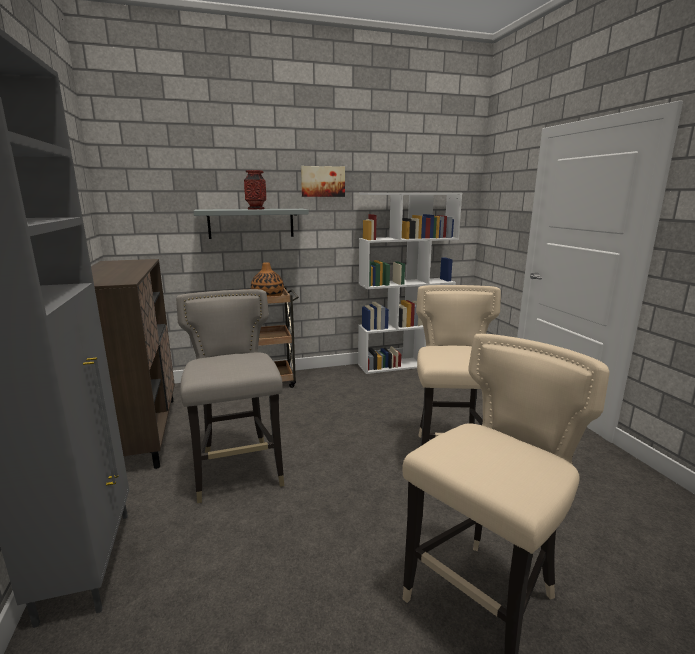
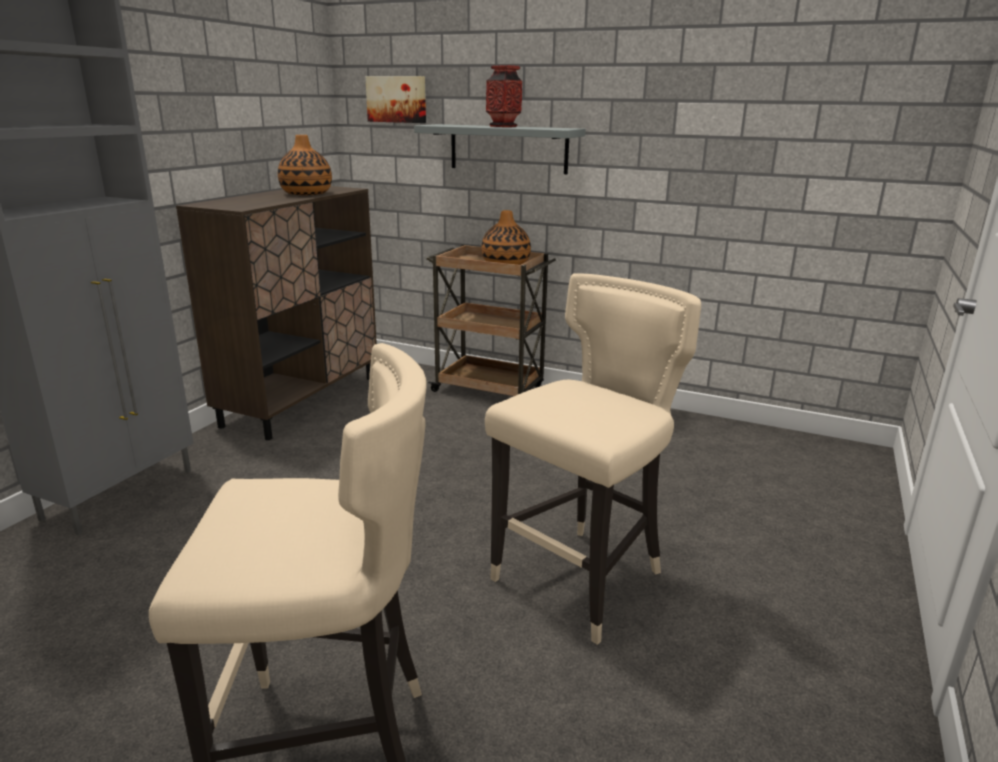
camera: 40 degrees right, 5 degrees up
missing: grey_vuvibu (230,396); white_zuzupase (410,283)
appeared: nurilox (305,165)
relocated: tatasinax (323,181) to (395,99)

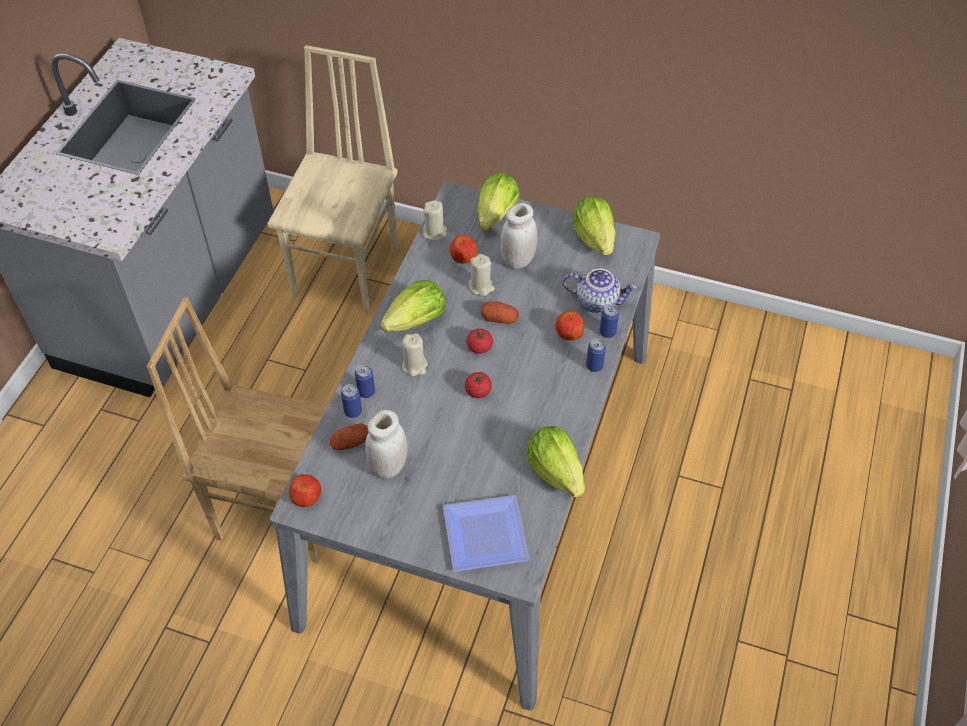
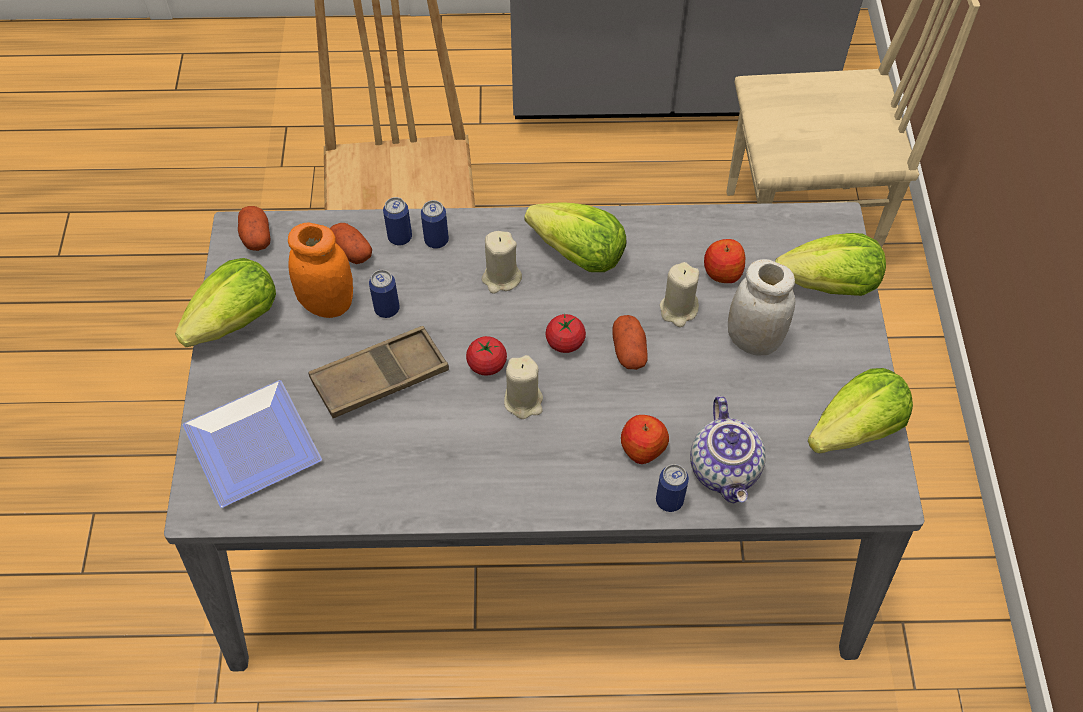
camera: 70 degrees right, 5 degrees up
appeared: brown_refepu (378,372)
relocated: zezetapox (556,462) to (225,302); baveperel (596,355) to (384,294); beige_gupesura (435,220) to (523,387)
exchanged: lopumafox (305,490) to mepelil (254,228)
colour: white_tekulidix (386,444) to orange_tekulidix (320,270)

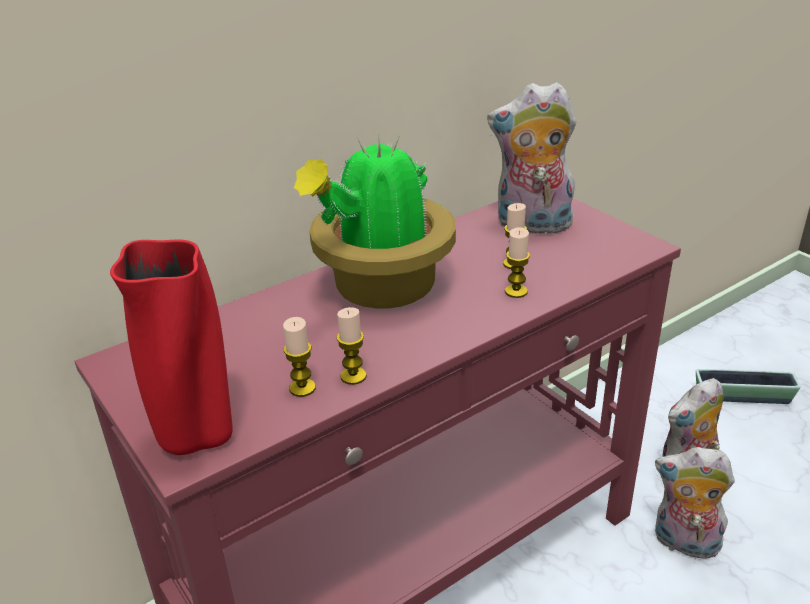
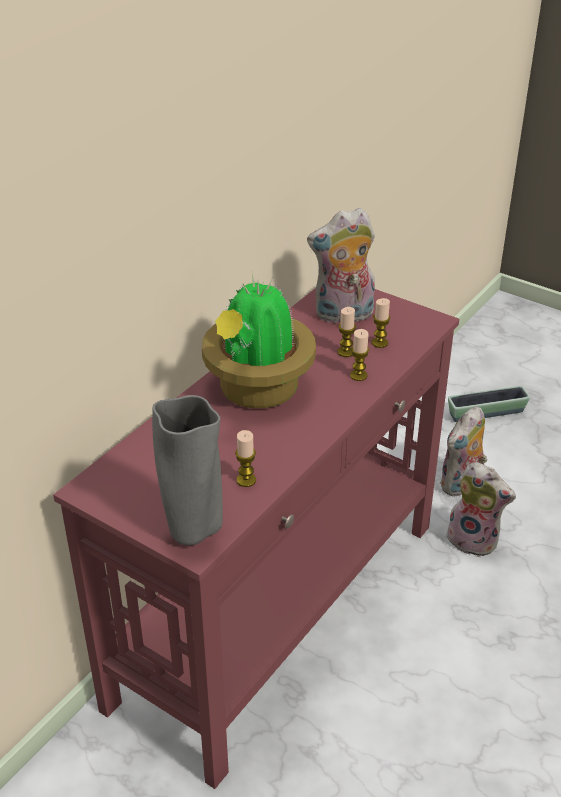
camera: 20 degrees left, 5 degrees up
relocated: gupesura (352,346) to (380,323)
colour: red_nurilox (171,347) to grey_nurilox (187,470)
spun: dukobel (695,503) = (481,509) 150 degrees counterclockwise

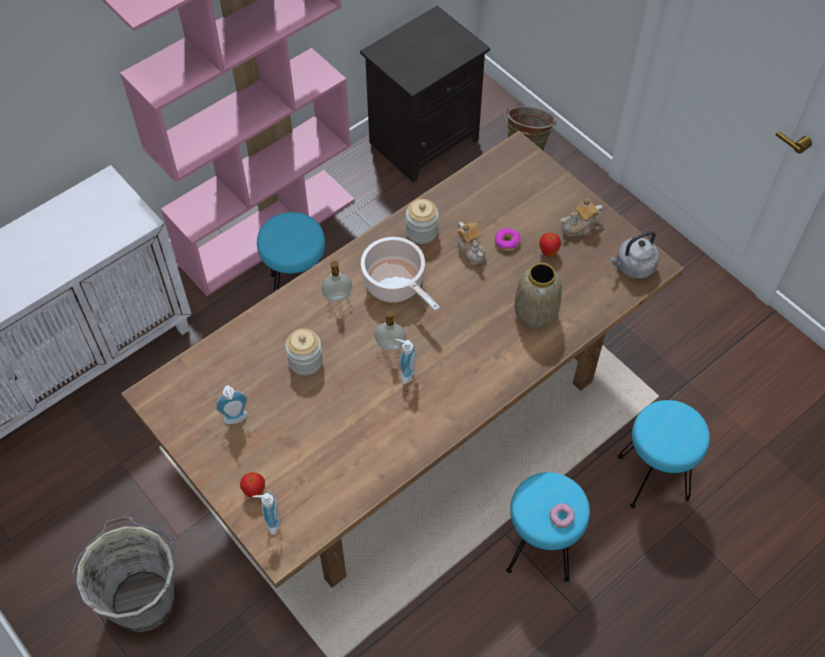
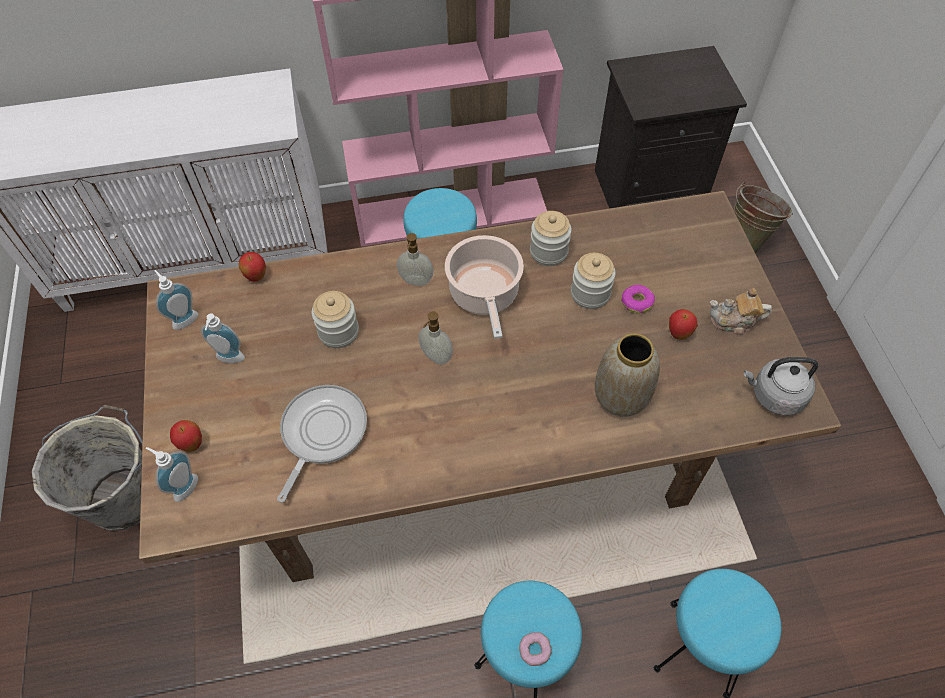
camera: 30 degrees right, 0 degrees up
appeared: lopumafox (252,267); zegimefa (322,444)
relocated: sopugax (405,361) to (176,300)
exchanged: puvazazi (471,243) to tekulidix (593,281)

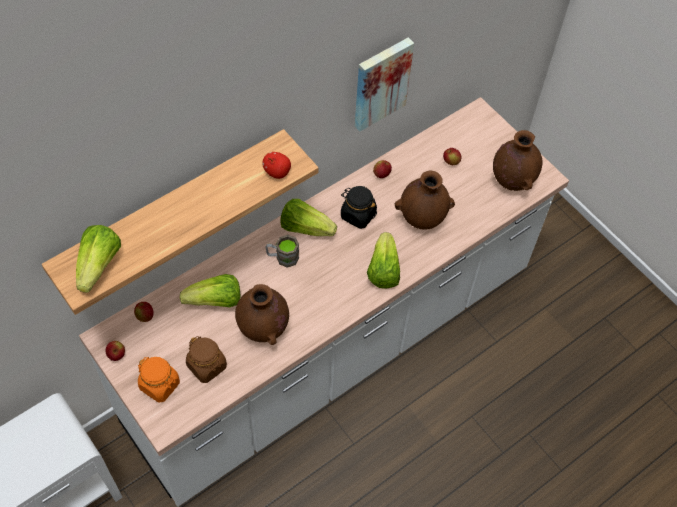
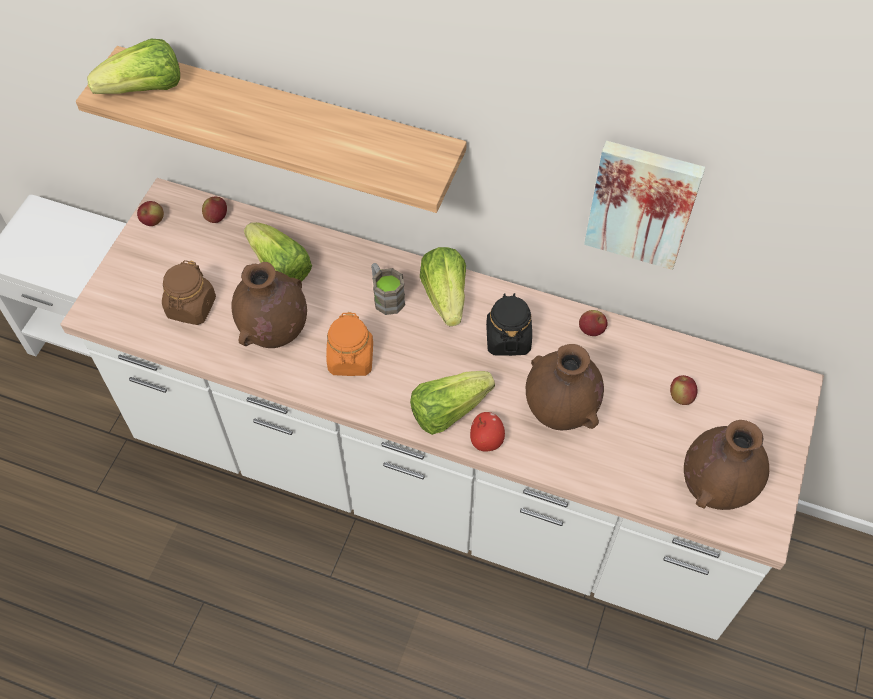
camera: 60 degrees right, 0 degrees up
relocated: orange_tekulidix (159,380) to (349,344); lopumafox (276,165) to (487,432)

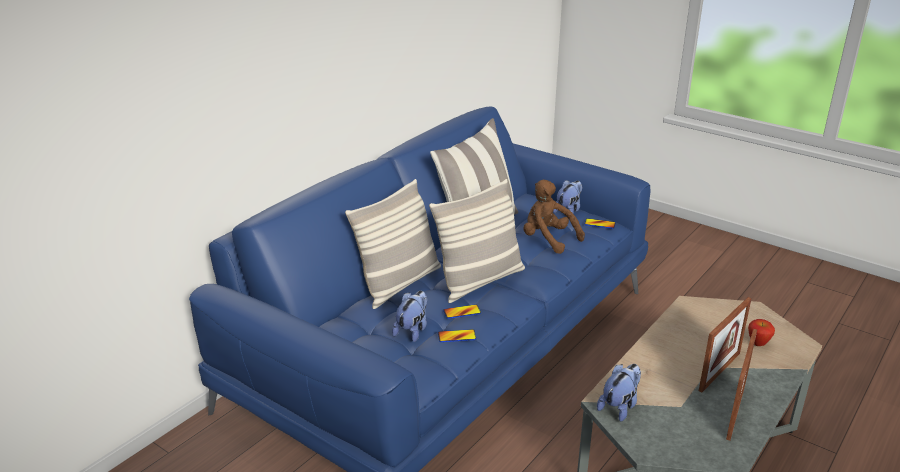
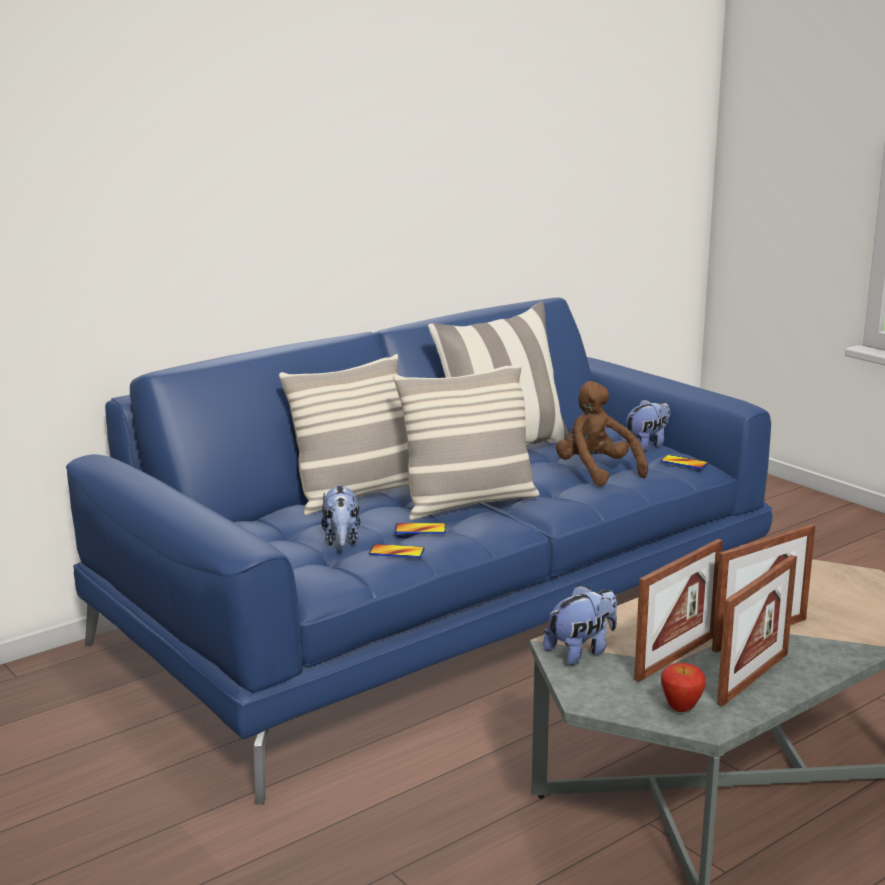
camera: 15 degrees right, 10 degrees down
appeared: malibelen (678,610)
relocated: lopumafox (761,332) to (683,687)
spun: dukobel (409,316) = (340,515) 135 degrees clockwise

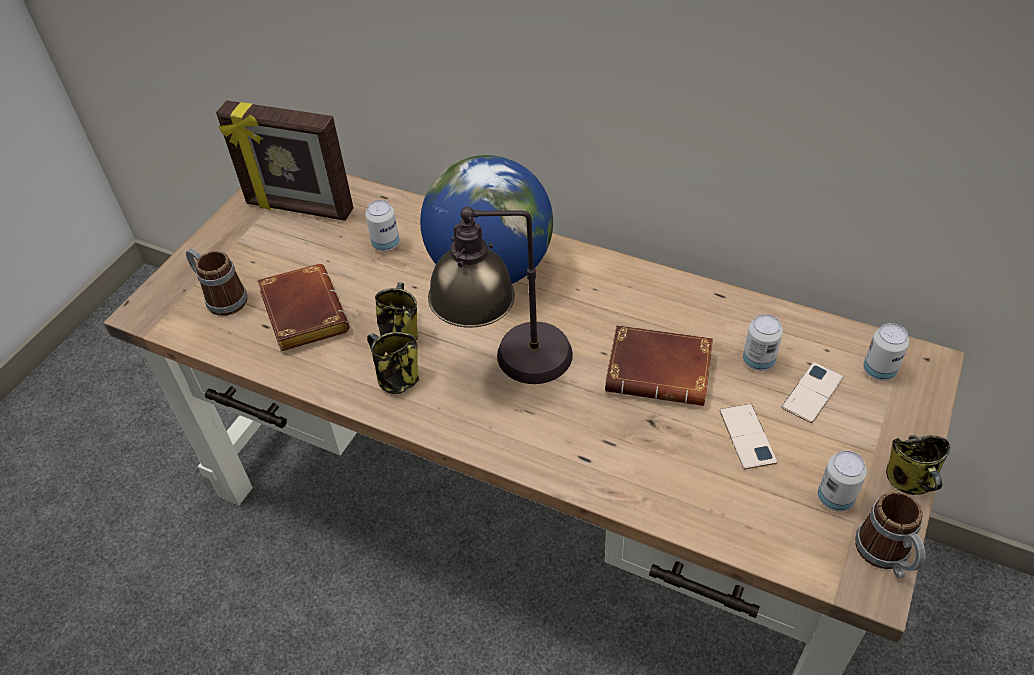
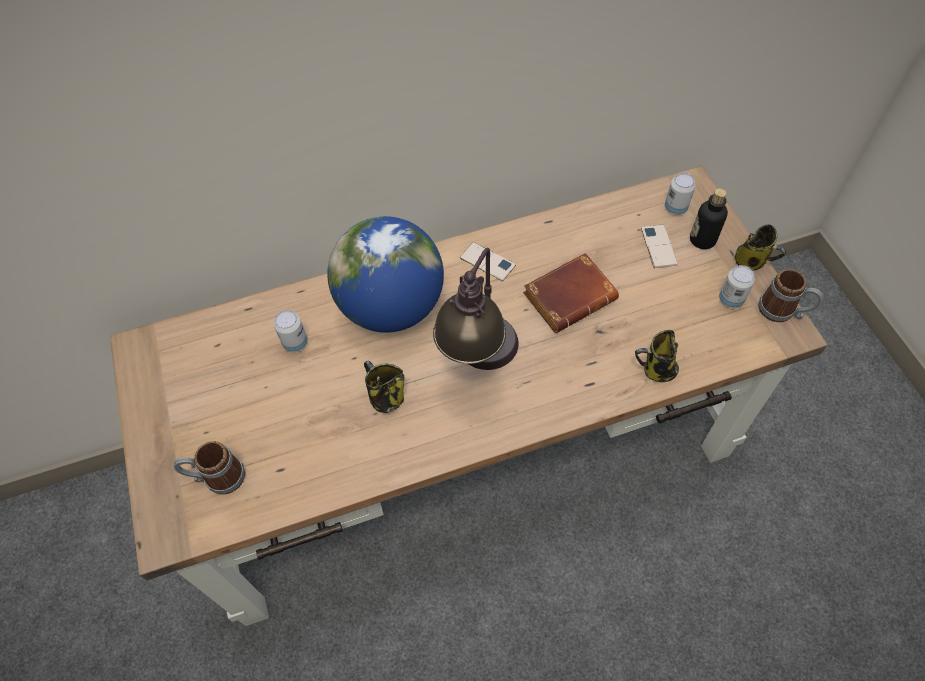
camera: 45 degrees left, 10 degrees up
missing: malibelen (285,160); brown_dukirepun (303,307); baveperel (763,342)
appeared: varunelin (709,218)
relocated: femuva (748,436) to (488,261); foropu (393,363) to (657,356)

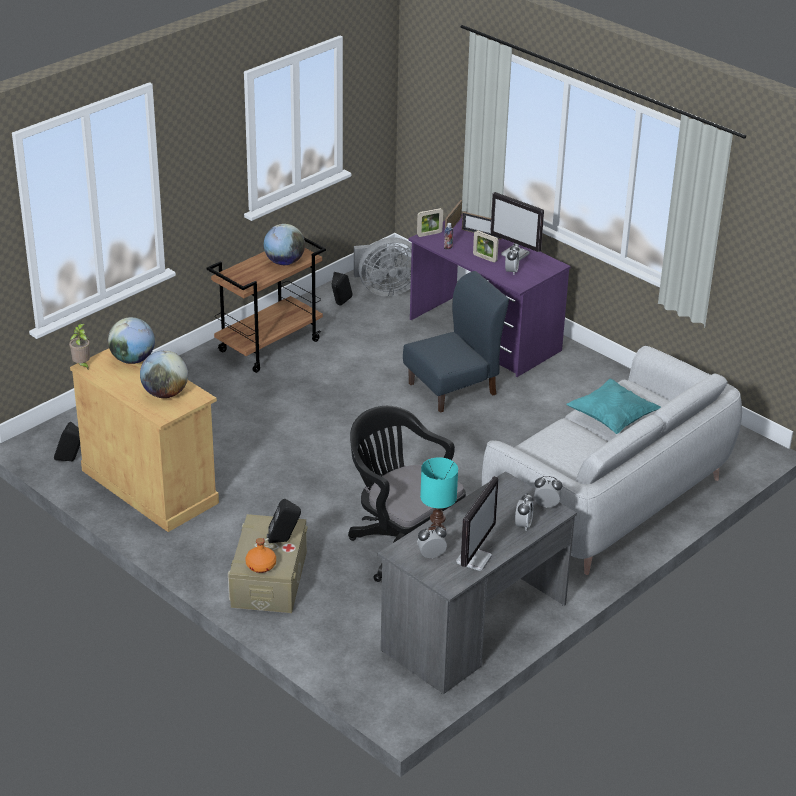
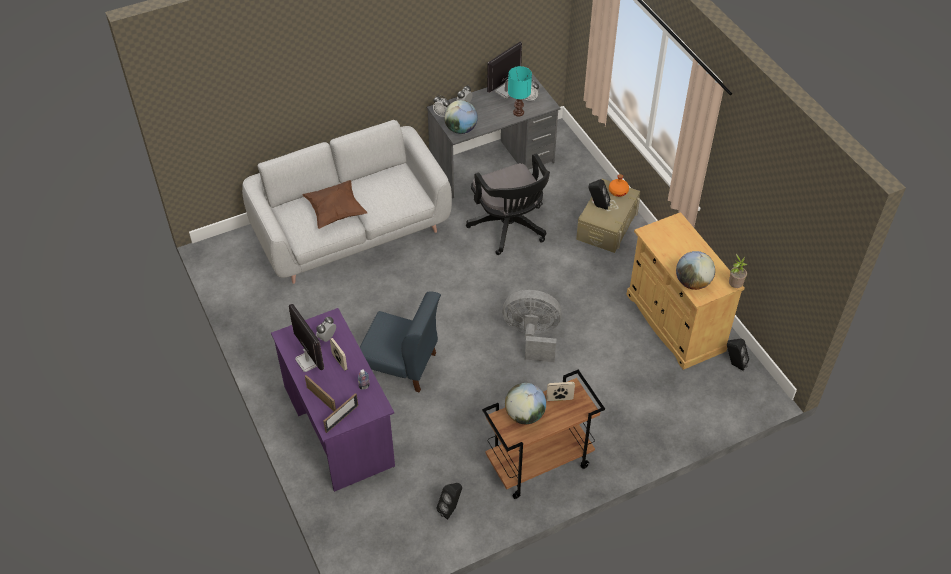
camera: 160 degrees left, 15 degrees up
relocated: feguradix (164,374) to (461,117); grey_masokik (383,267) to (532,326); malibelen (430,222) to (560,391)
colour: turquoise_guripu (613,406) to brown_guripu (334,204)
spun: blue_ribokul (456,342) = (400,342) 150 degrees counterclockwise

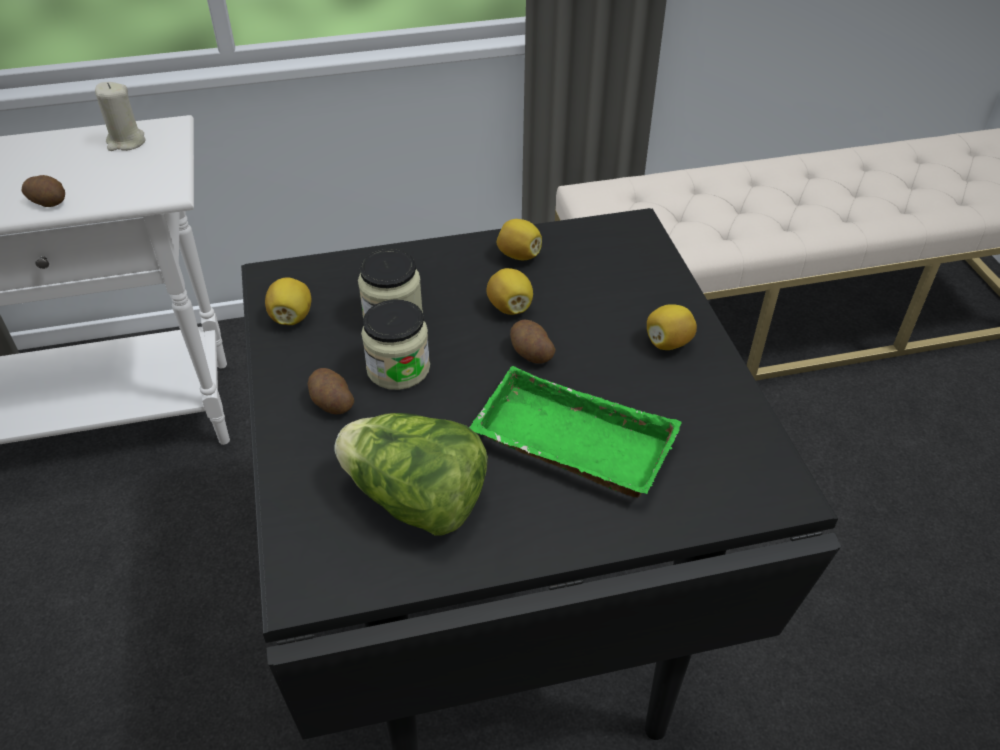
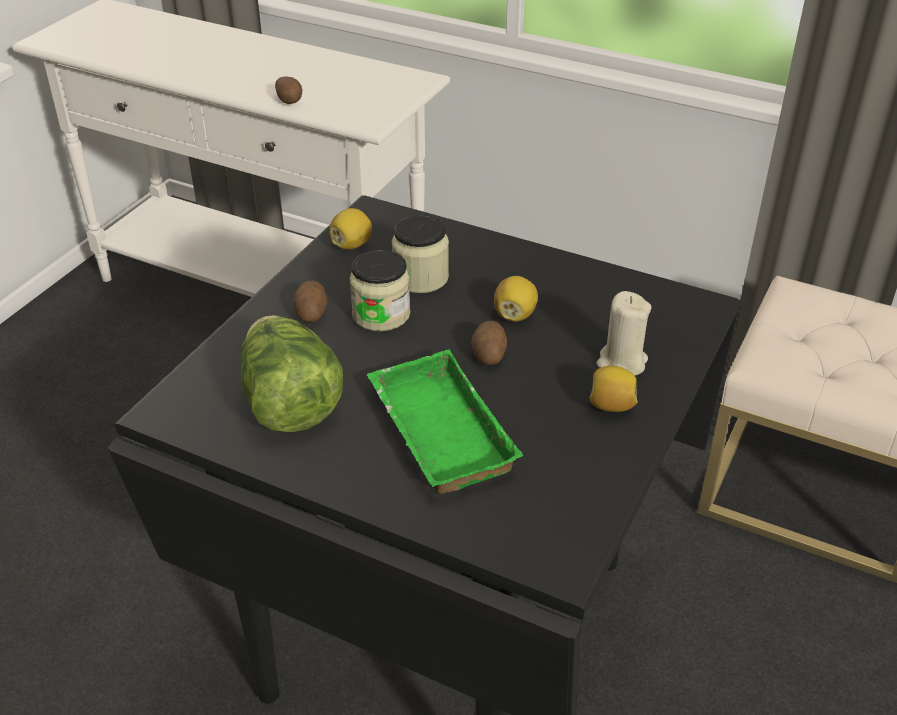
camera: 40 degrees right, 5 degrees down
missing: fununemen (519,239)
relocated: beige_gupesura (120,116) to (624,333)

